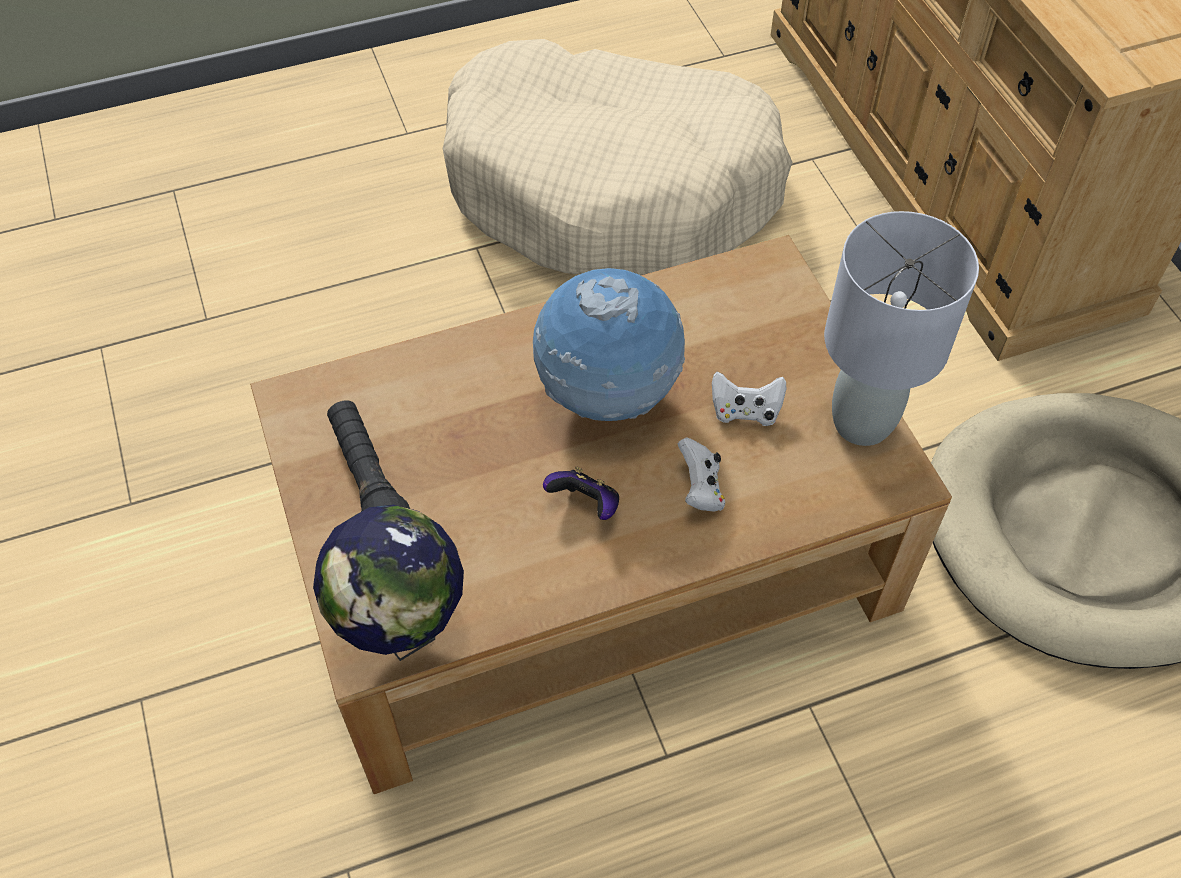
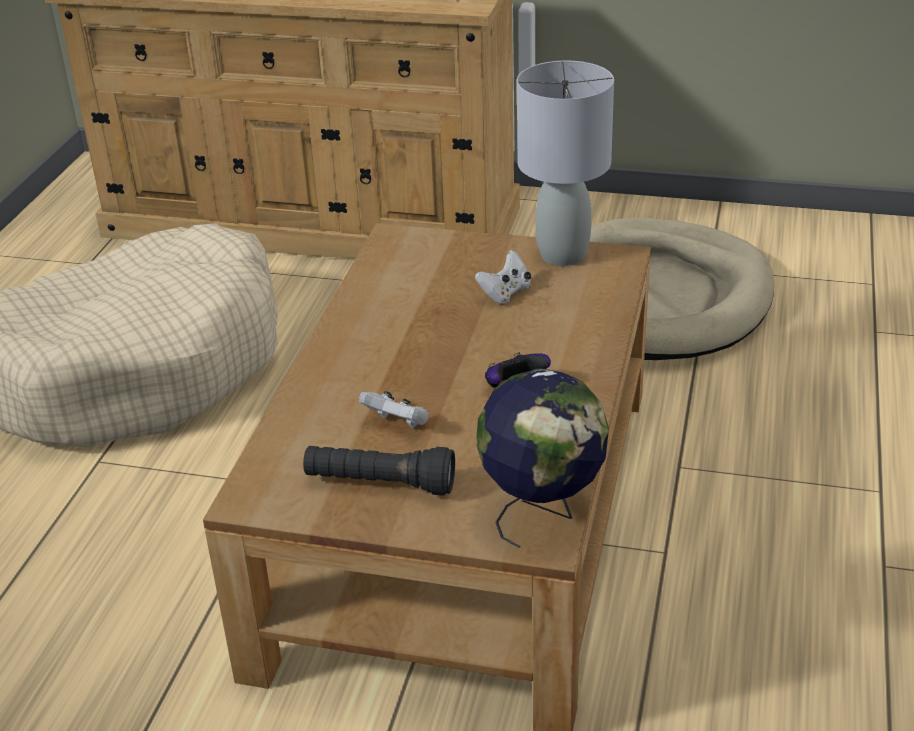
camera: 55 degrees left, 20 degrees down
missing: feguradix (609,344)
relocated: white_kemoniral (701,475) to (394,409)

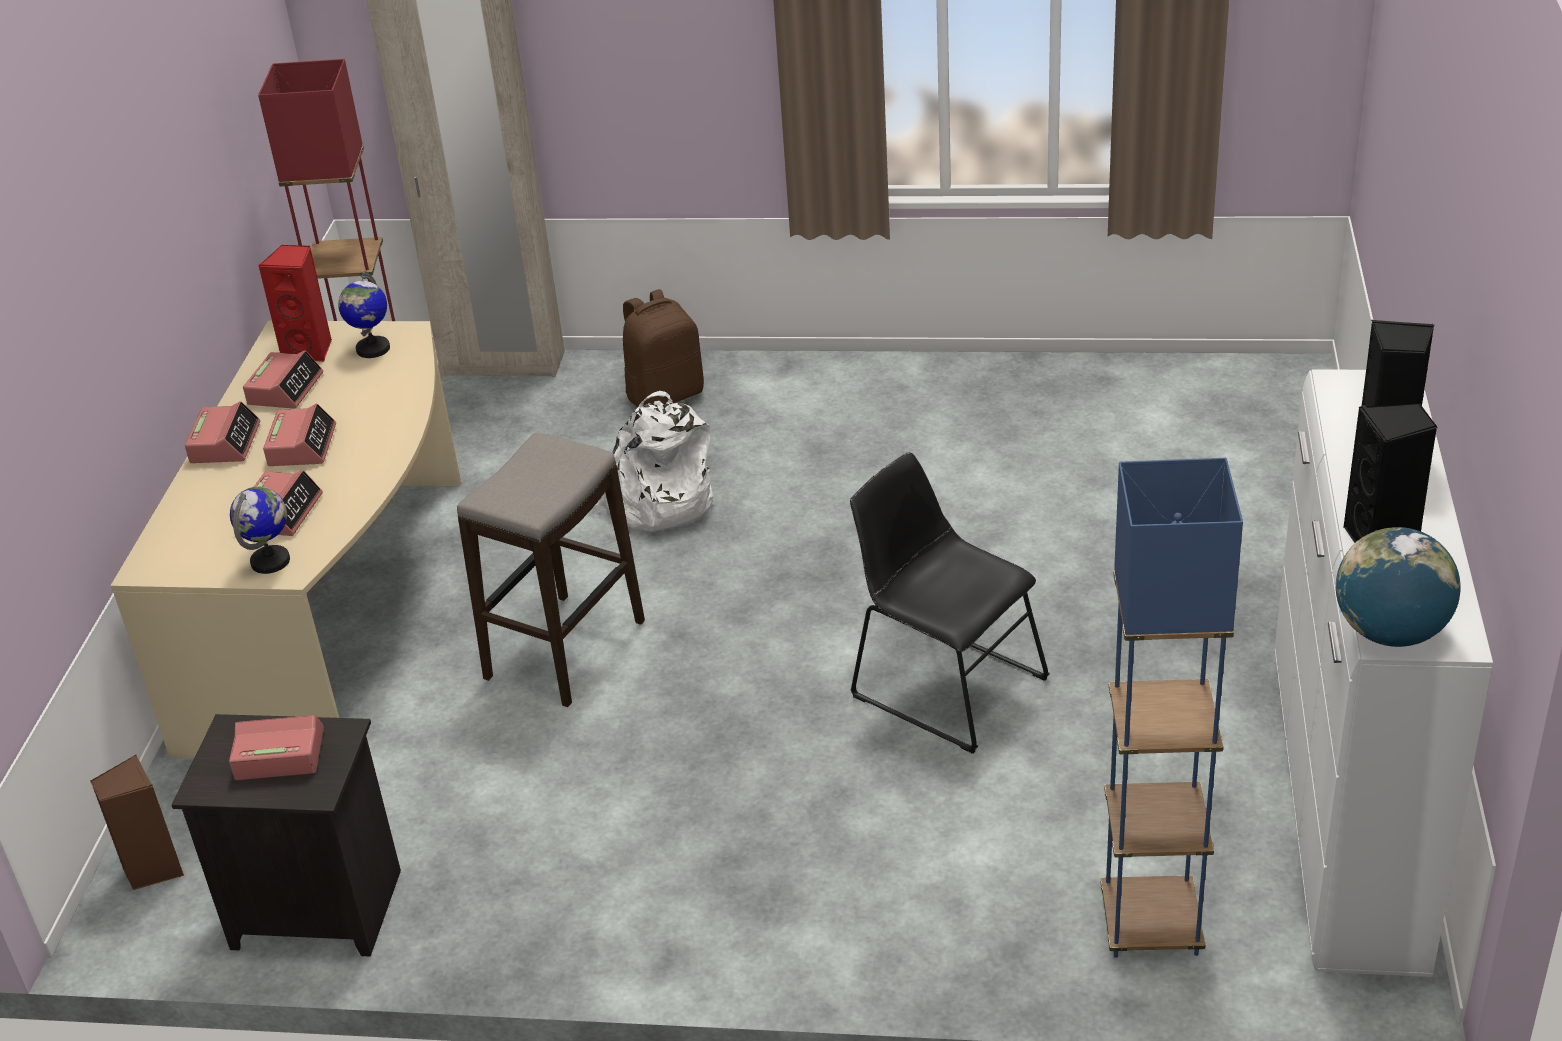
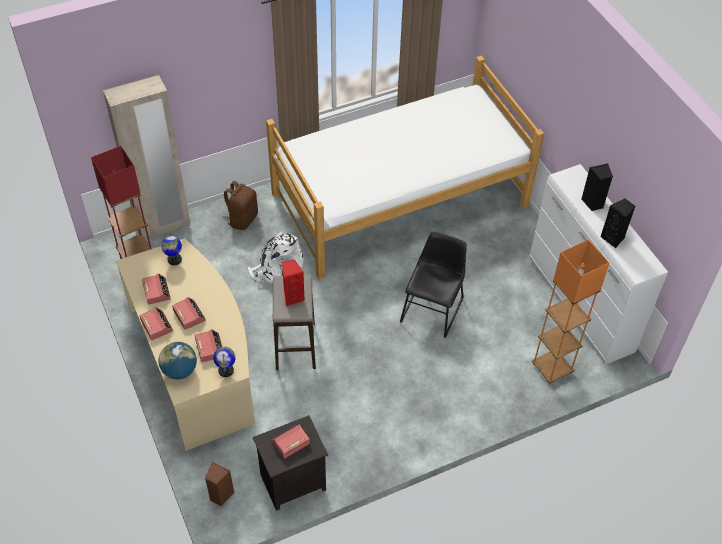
camera: 35 degrees left, 15 degrees up
appeared: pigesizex (405,167)
relocated: feguradix (1398,587) to (178,360); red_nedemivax (295,303) to (293,282)
colour: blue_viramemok (1171,708) to orange_viramemok (570,312)
spun: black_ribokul (950,603) = (433,285) 105 degrees clockwise

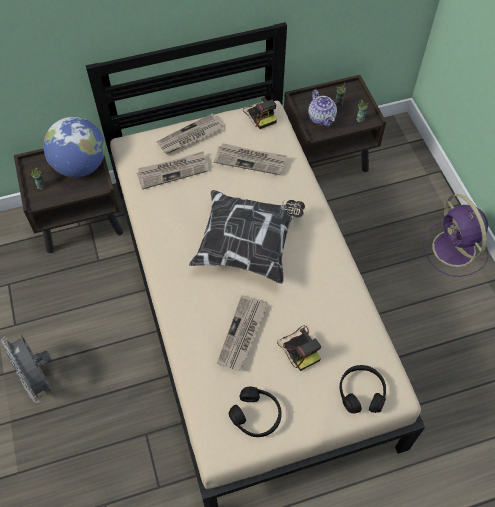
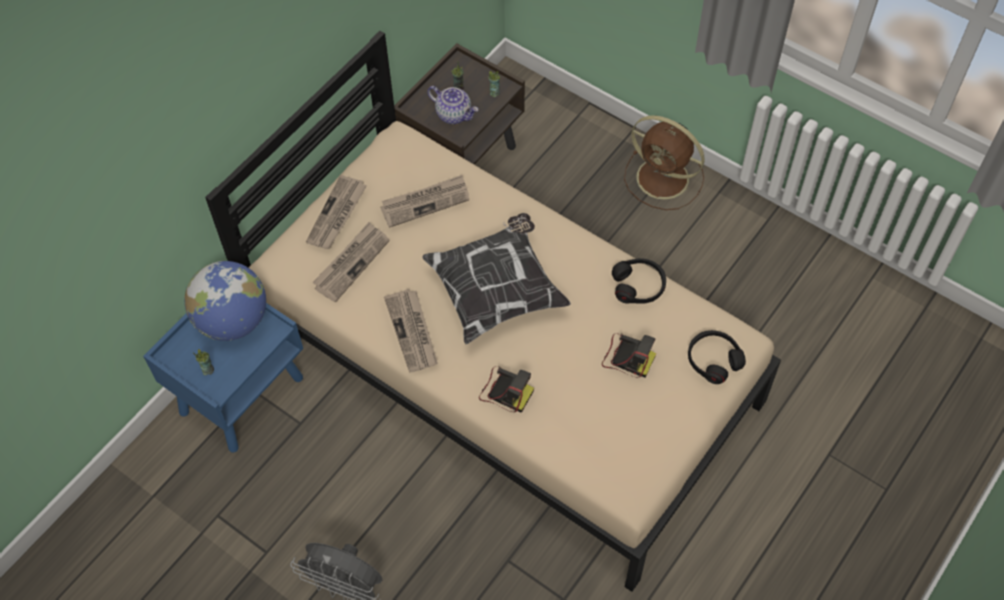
camera: 35 degrees left, 0 degrees up
relocated: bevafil (242,333) to (411,331); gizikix (260,112) to (506,389); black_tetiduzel (255,412) to (639,281)
colour: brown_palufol (68,200) to blue_palufol (223,378); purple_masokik (456,235) to brown_masokik (664,162)

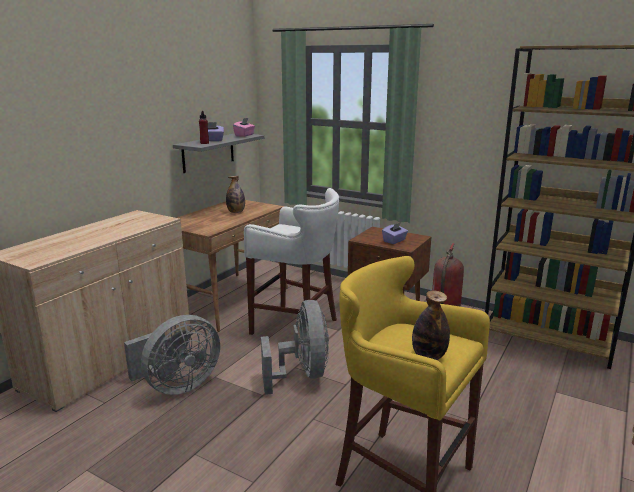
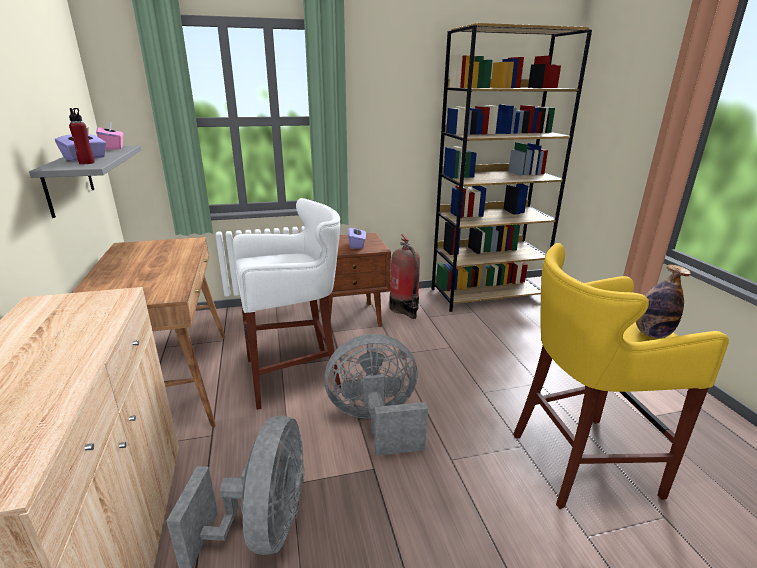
camera: 45 degrees left, 5 degrees up
missing: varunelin (235,194)
spun: grey_masokik (295,347) = (376,395) 45 degrees counterclockwise

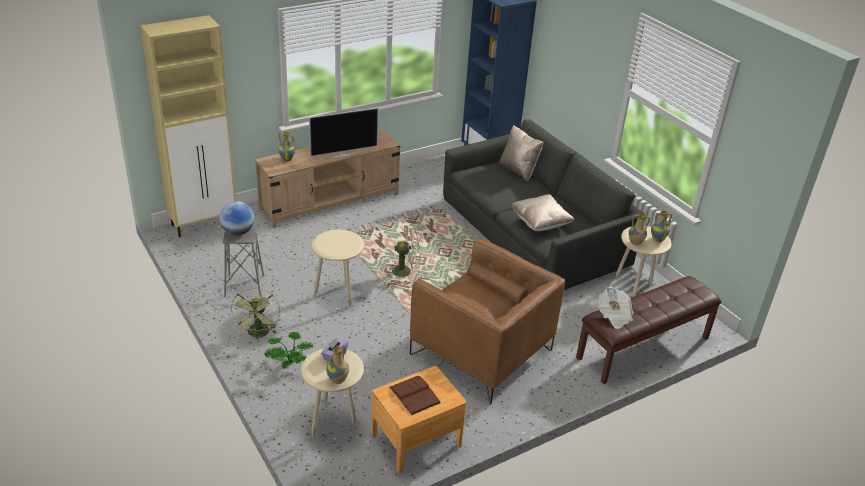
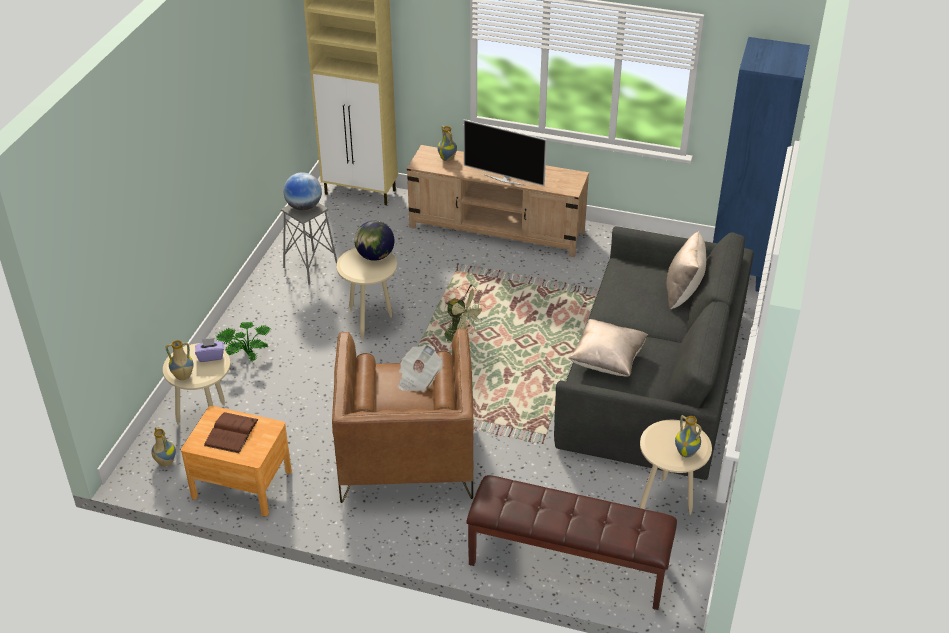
camera: 50 degrees right, 5 degrees up
missing: green_masokik (255,313)
appeared: feguradix (374,241)
relocated: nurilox (639,229) to (163,446); bevafil (615,308) to (420,368)

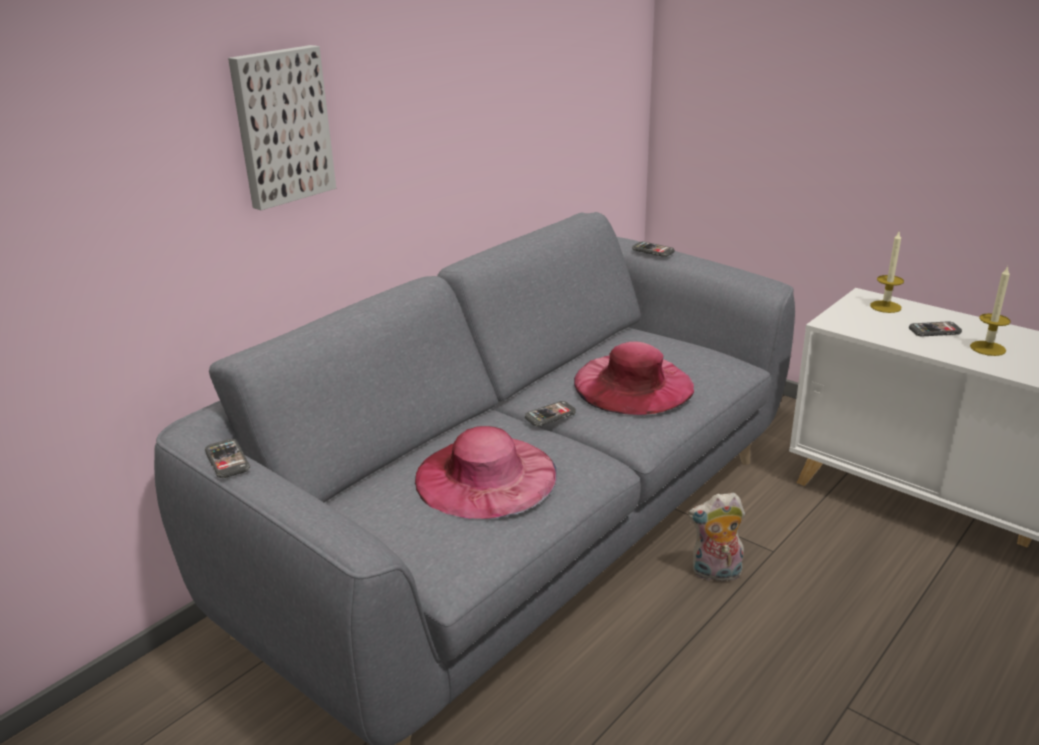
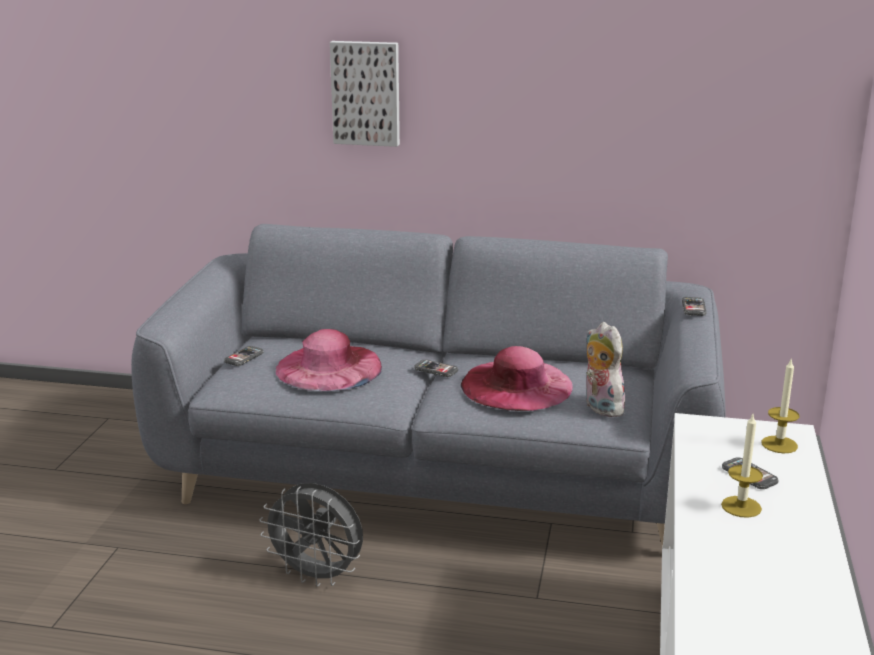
camera: 60 degrees right, 5 degrees down
appeared: grey_masokik (311,535)
relocated: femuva (227,458) to (244,356); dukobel (716,538) to (605,369)

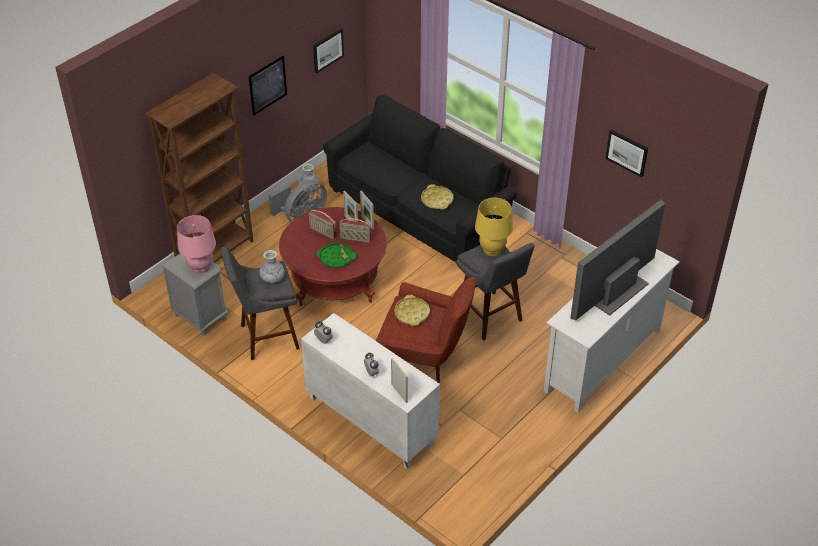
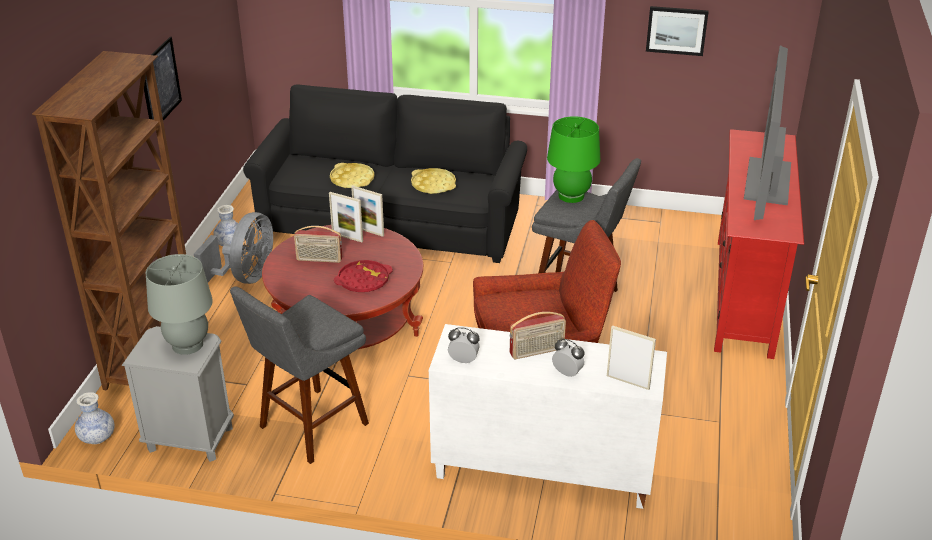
camera: 30 degrees left, 10 degrees down
missing: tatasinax (328,51)
relocated: nurilox (272,266) to (94,418); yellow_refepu (412,310) to (352,175); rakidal (355,230) to (538,335)
colour: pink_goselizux (196,244) to grey_goselizux (179,304); green_refepu (336,255) to red_refepu (363,276); yellow_goselizux (494,227) to green_goselizux (573,159); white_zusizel (612,331) to red_zusizel (759,244)

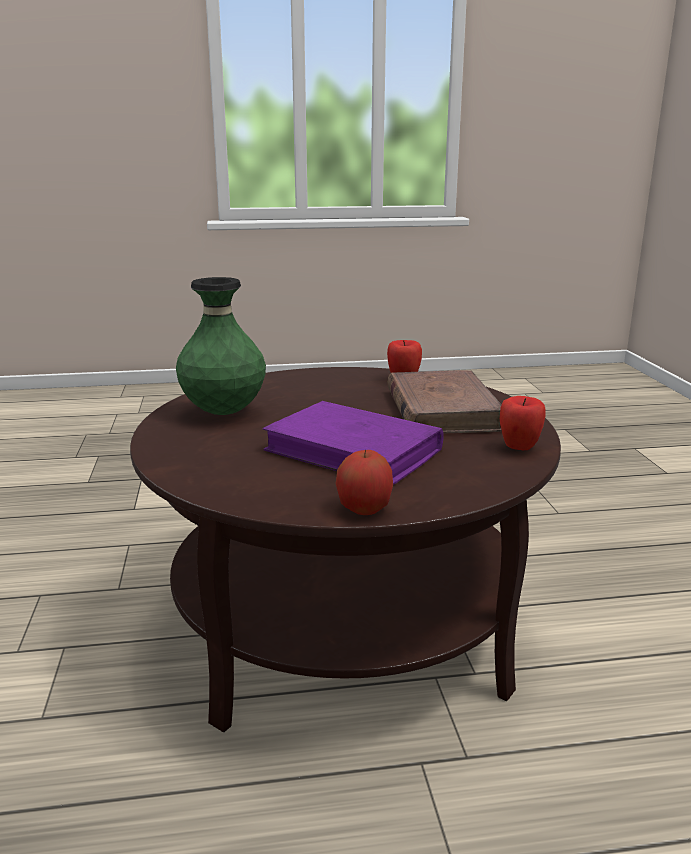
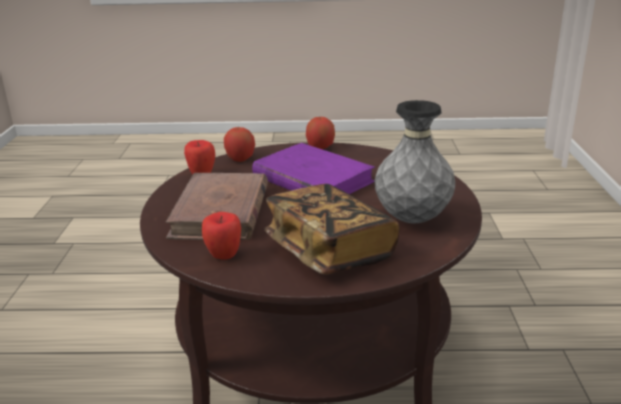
camera: 170 degrees left, 5 degrees up
appeared: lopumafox (239,144); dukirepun (332,229)
colour: green_nurilox (221,346) to grey_nurilox (415,161)

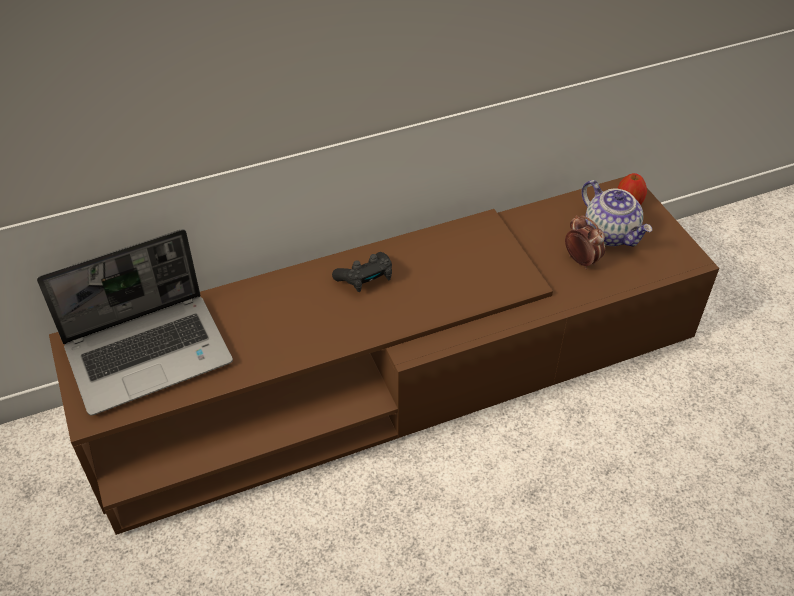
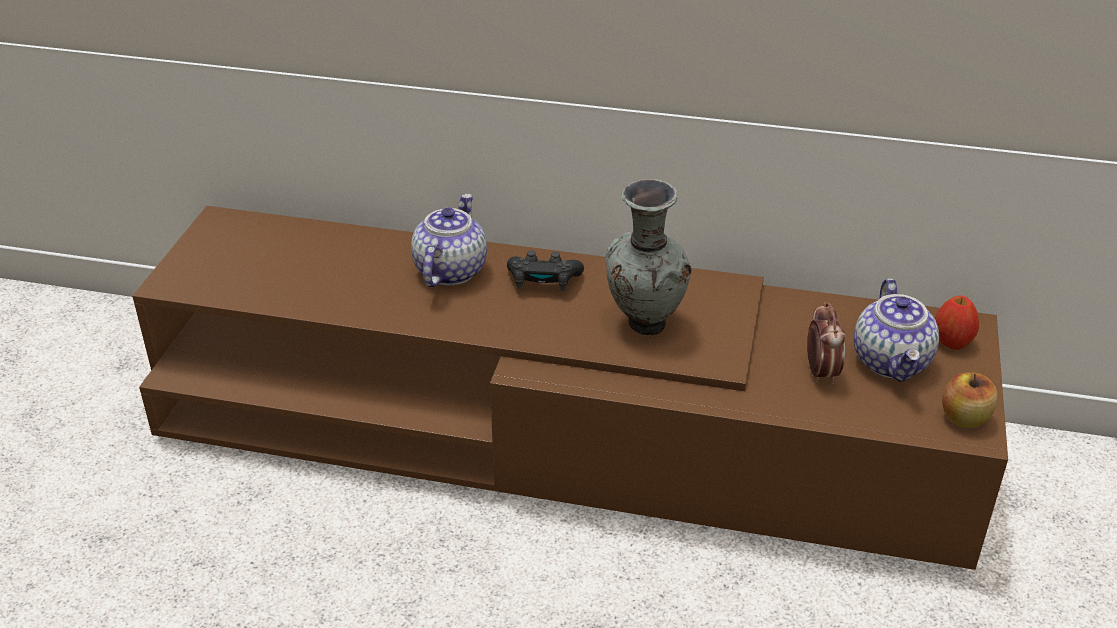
camera: 35 degrees right, 10 degrees down
missing: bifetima (135,322)
appeared: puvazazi (449,240); grey_nurilox (648,257); lopumafox (970,400)

